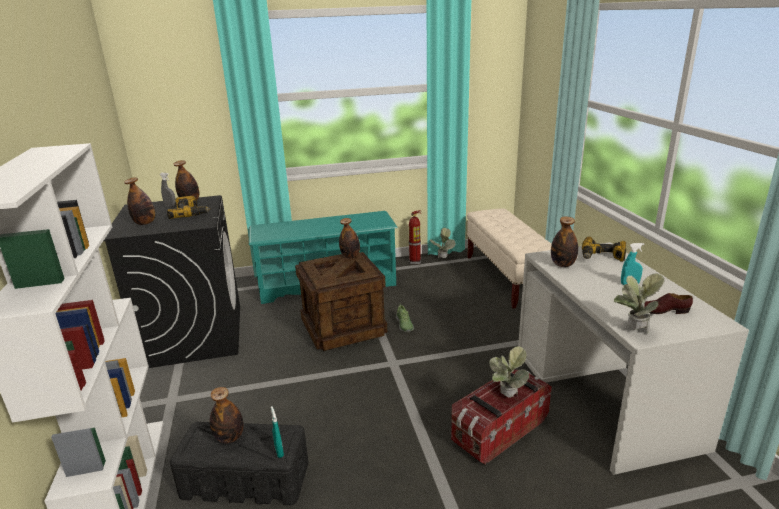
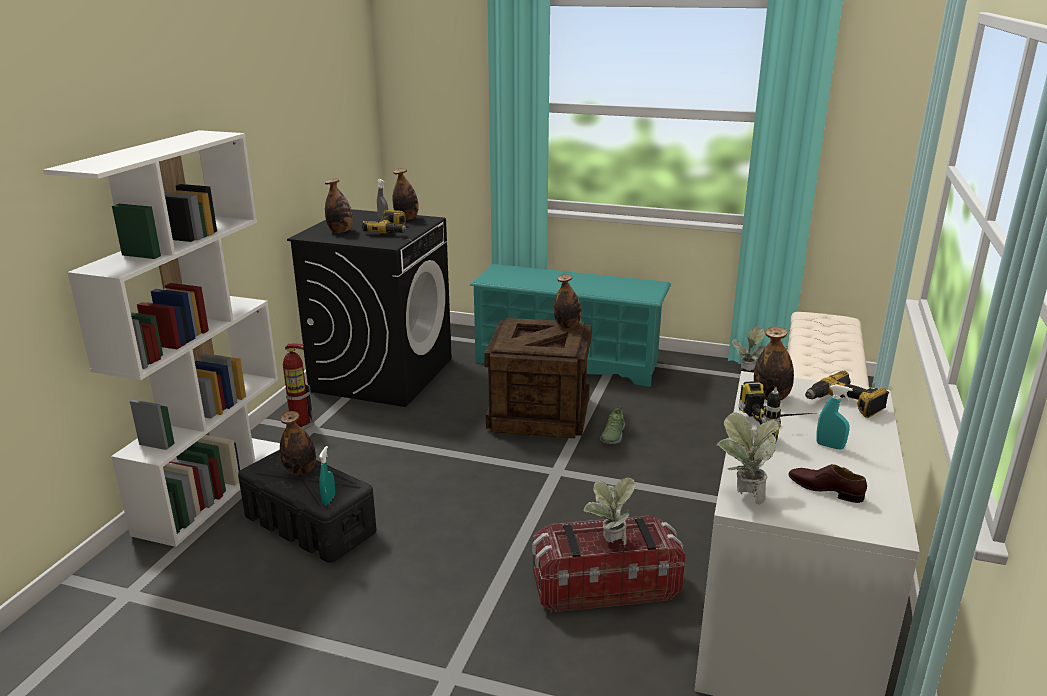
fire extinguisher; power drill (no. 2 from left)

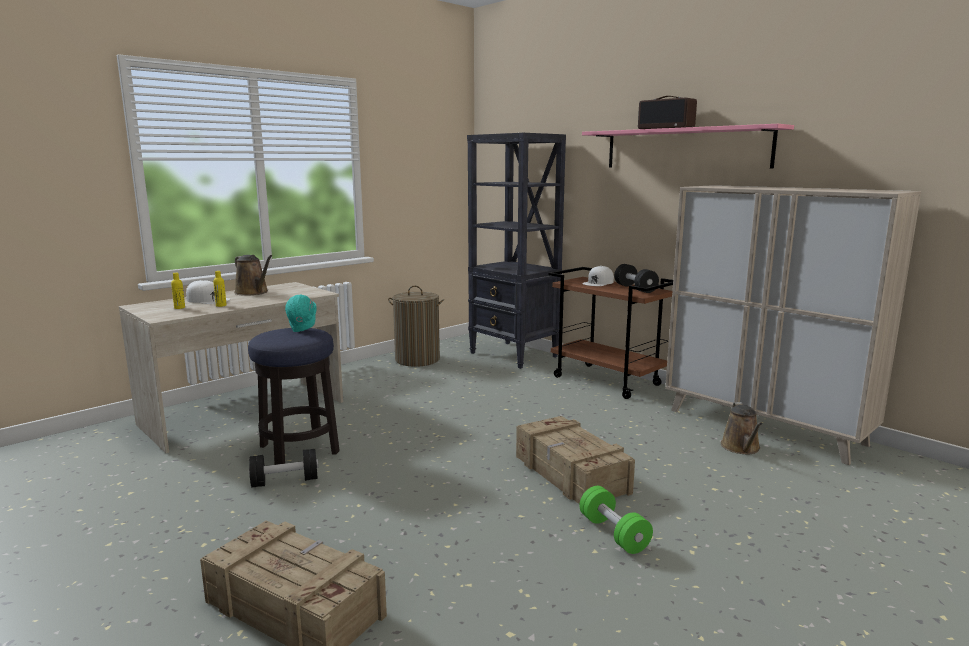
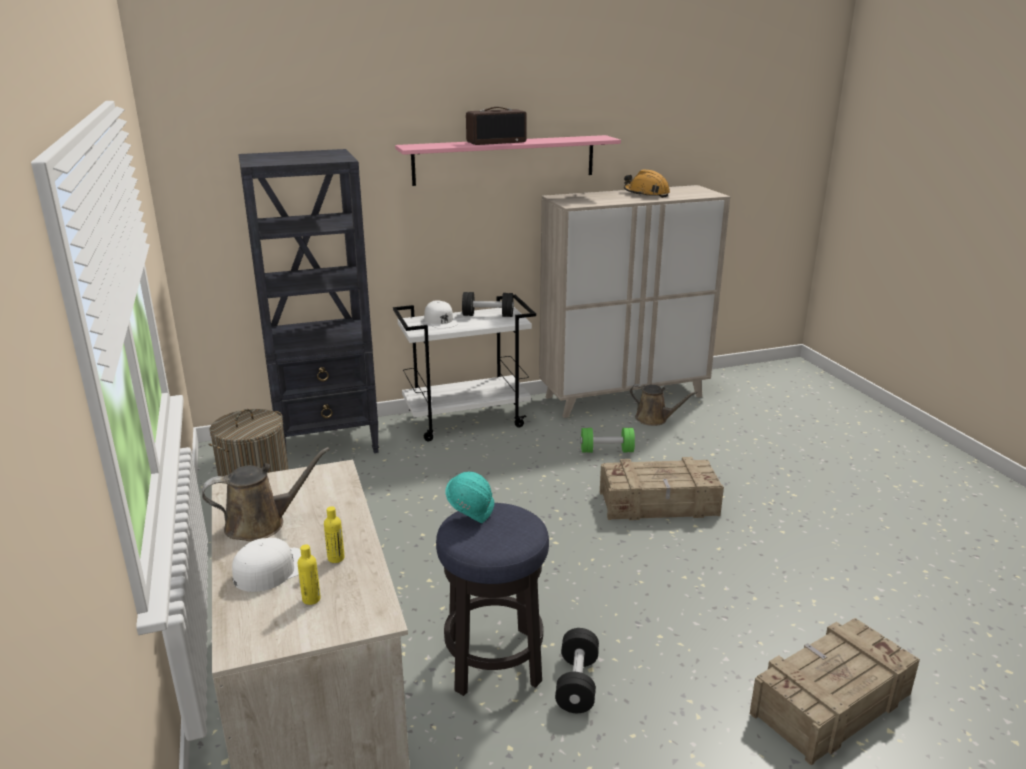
white cart; green dumbbell; orange hard hat

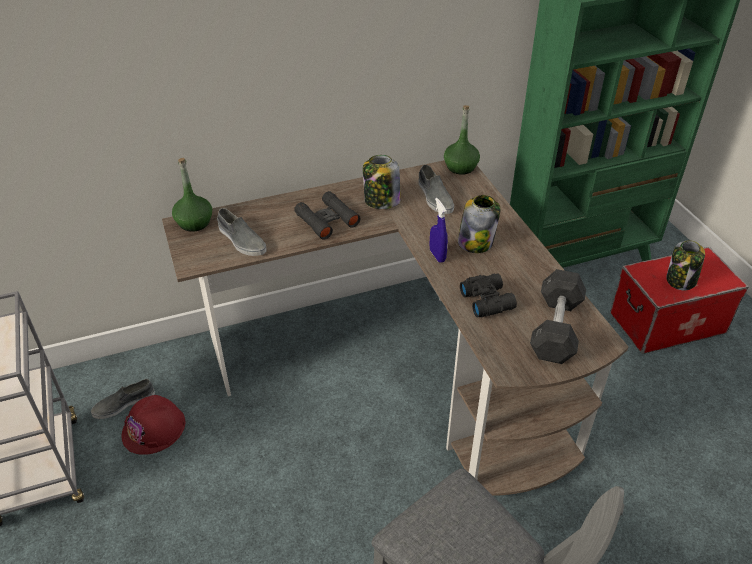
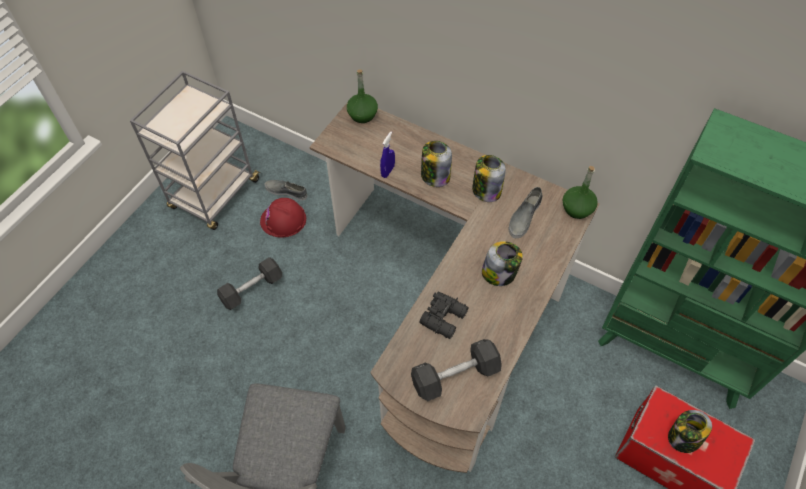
grey shoe (no. 2 from left in the first image); jar (no. 1 from left); blue spray bottle; grey dumbbell (no. 1 from left)

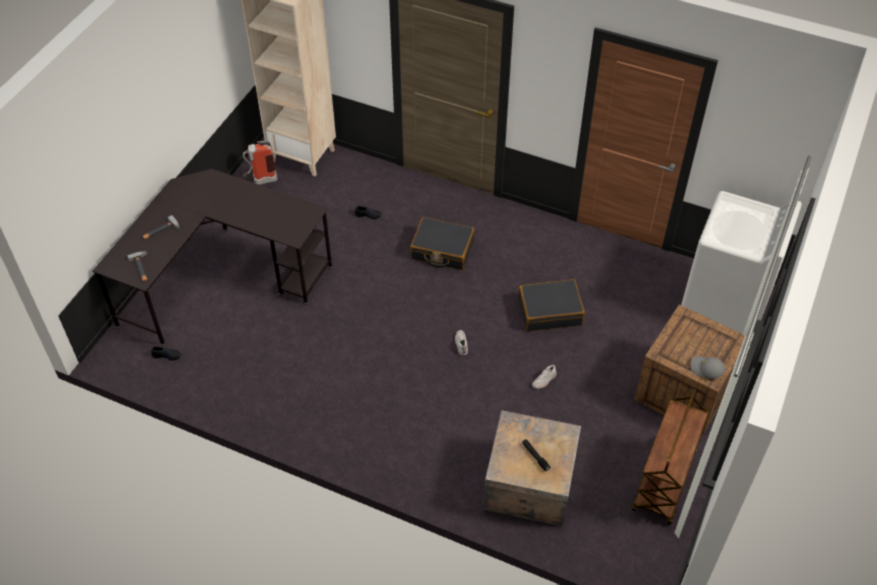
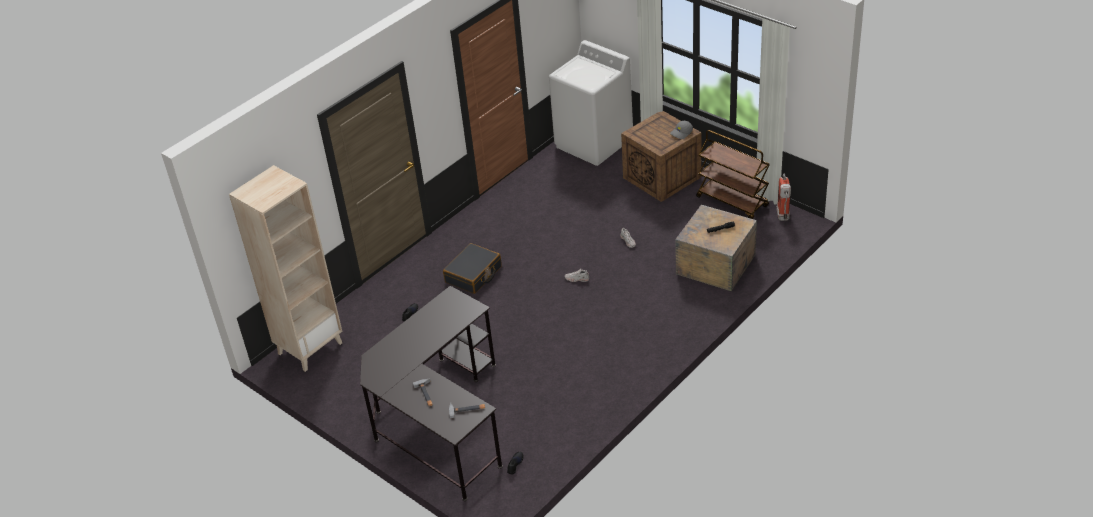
fire extinguisher; black suitcase (no. 2 from left in the first image)

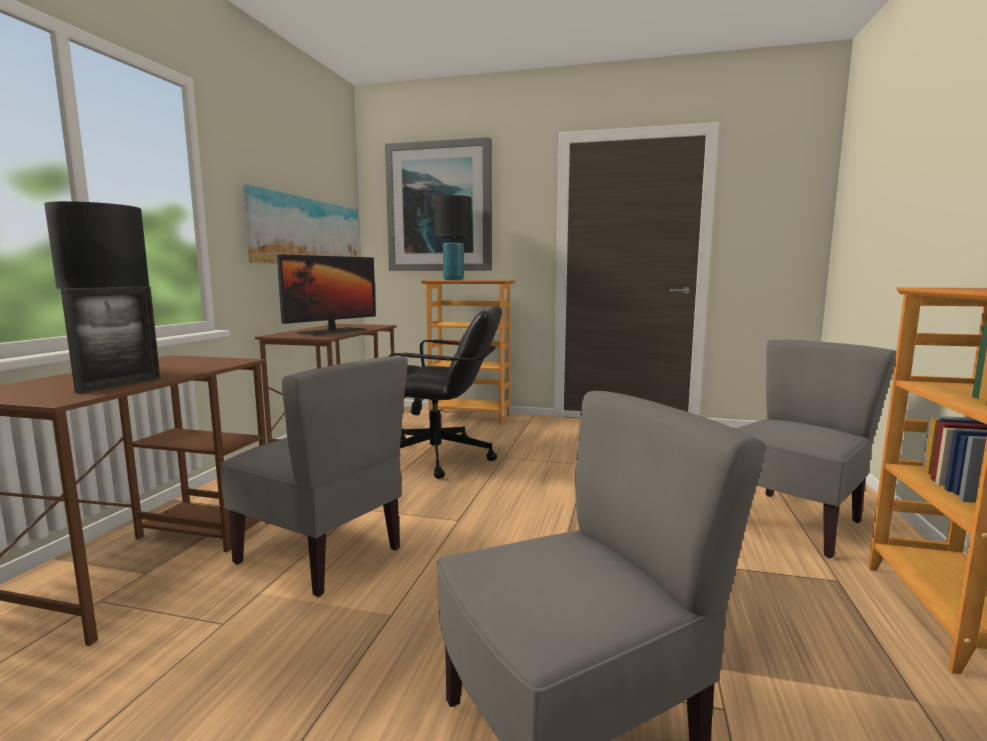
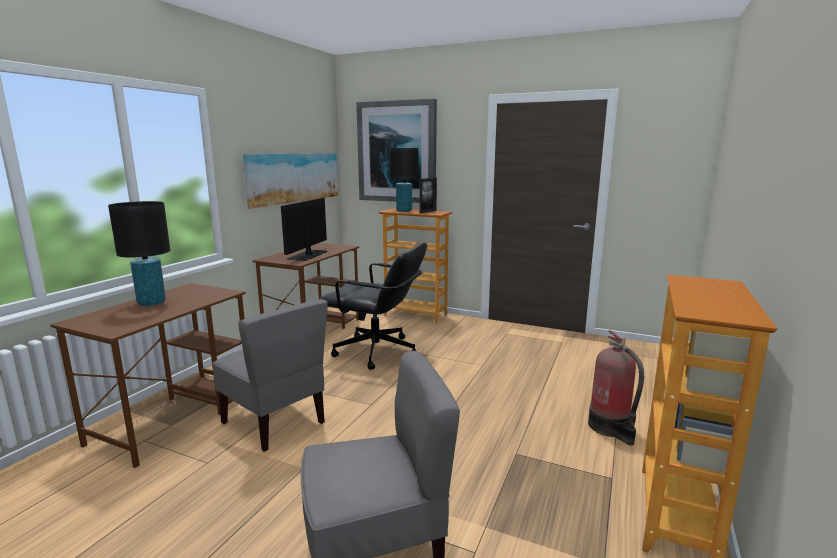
picture frame; monitor; fire extinguisher

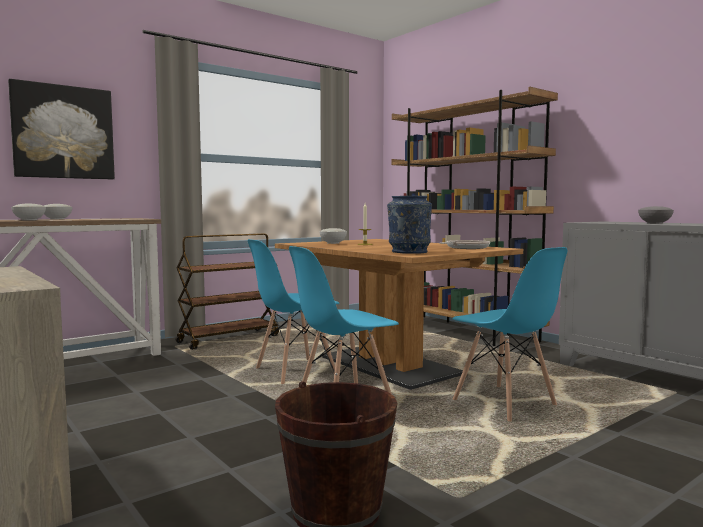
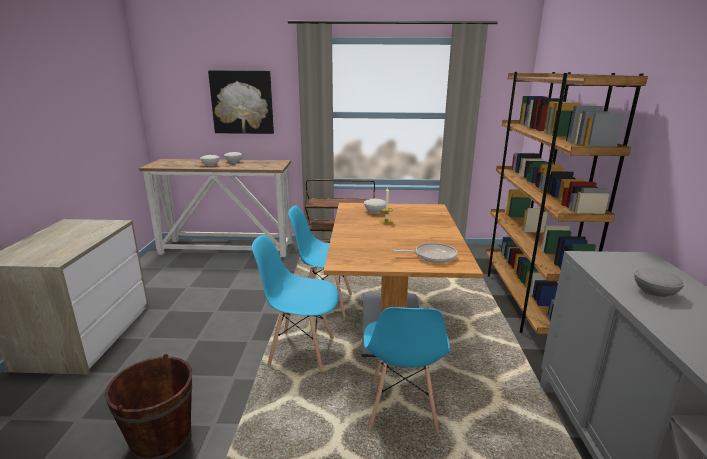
blue vase

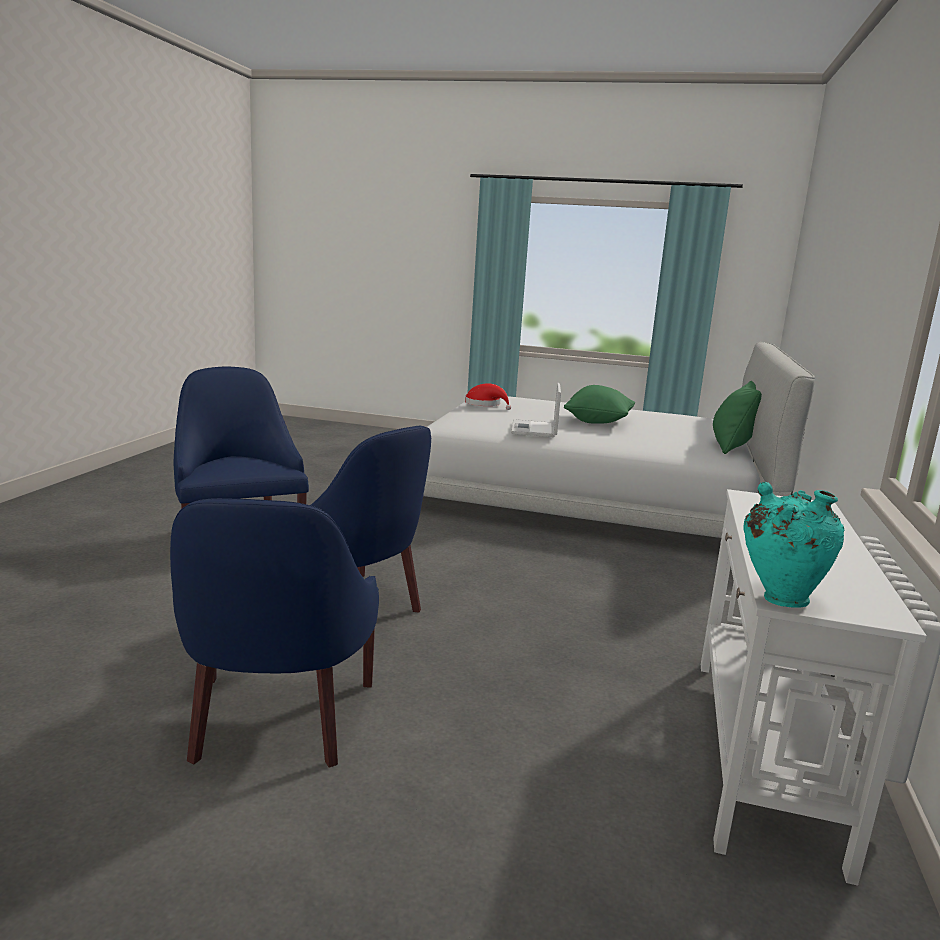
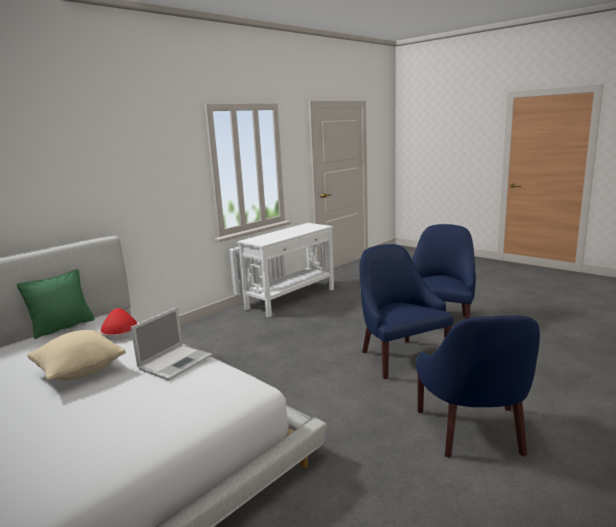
red hat; beige pillow; turquoise vase

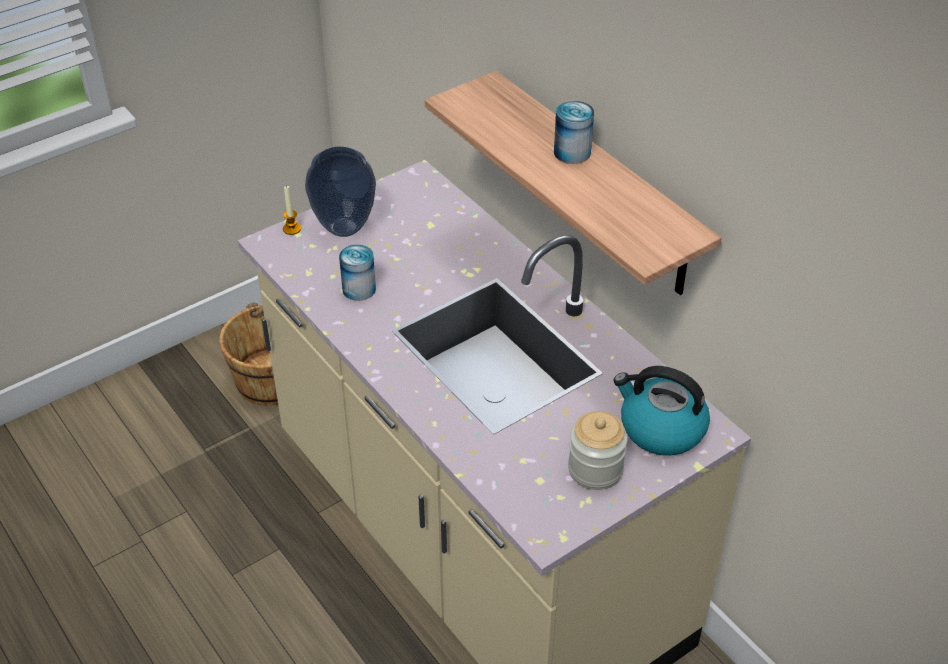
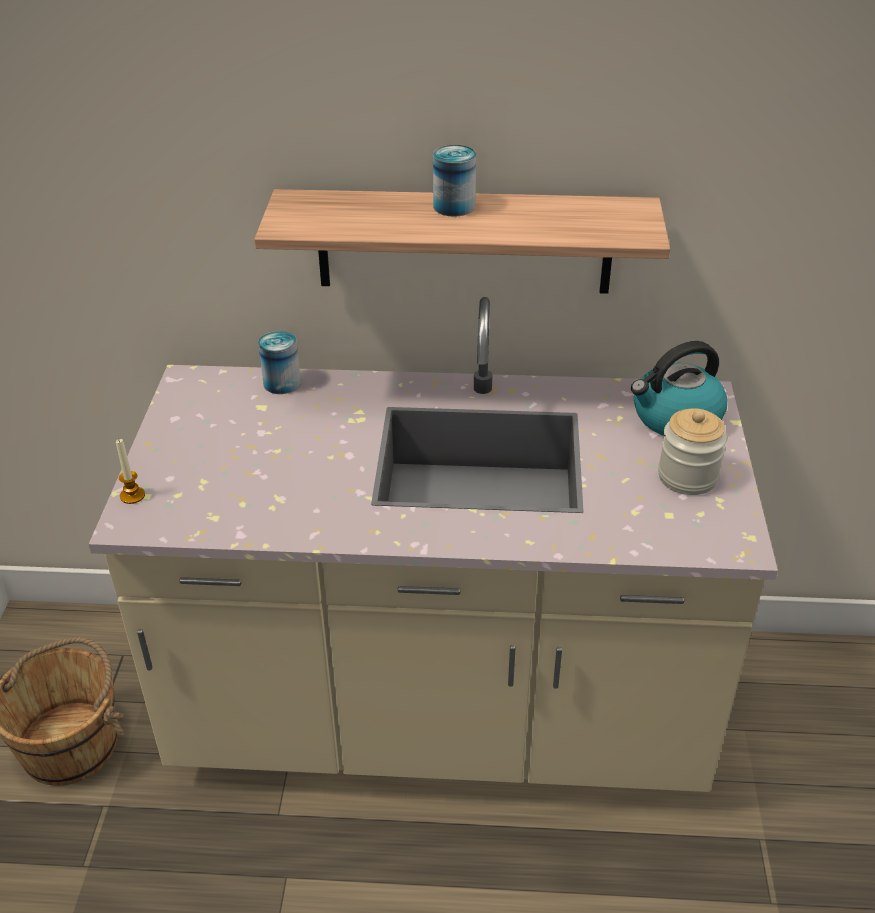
vase; can (no. 1 from left)

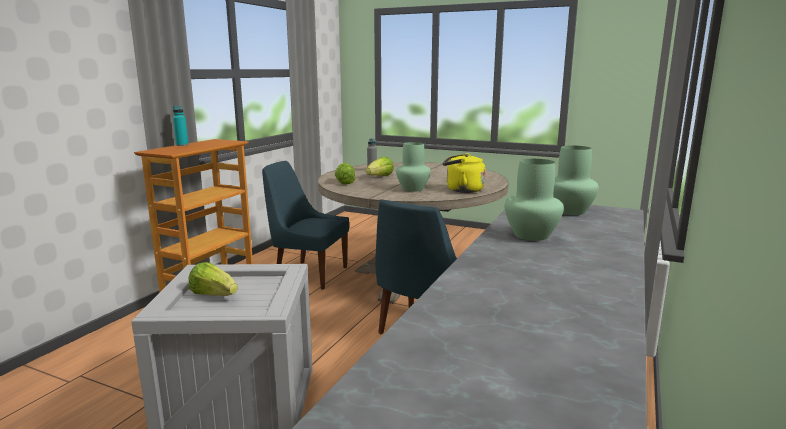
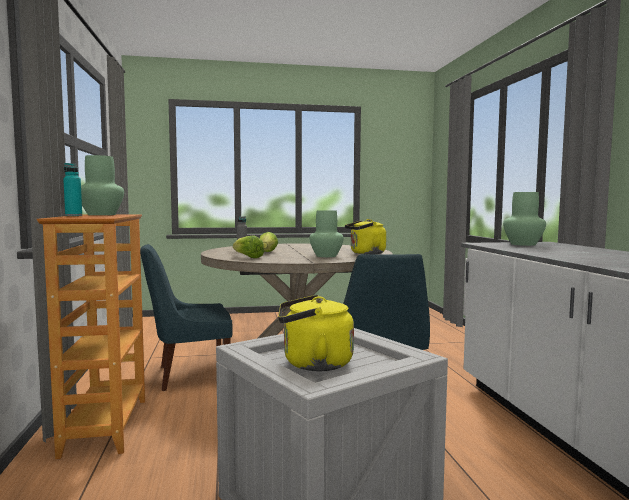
yellow kettle (no. 1 from left); green vase (no. 1 from left)

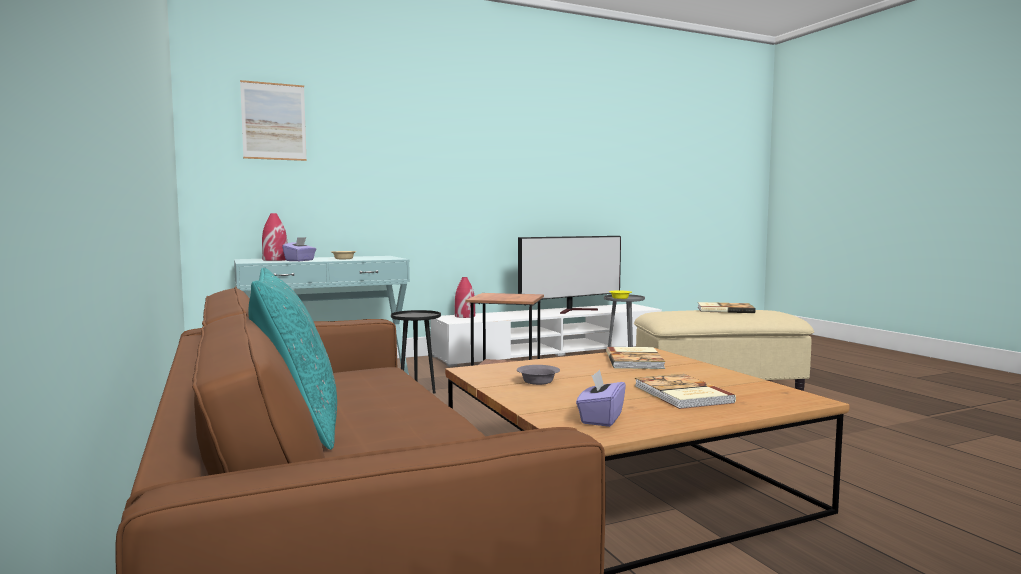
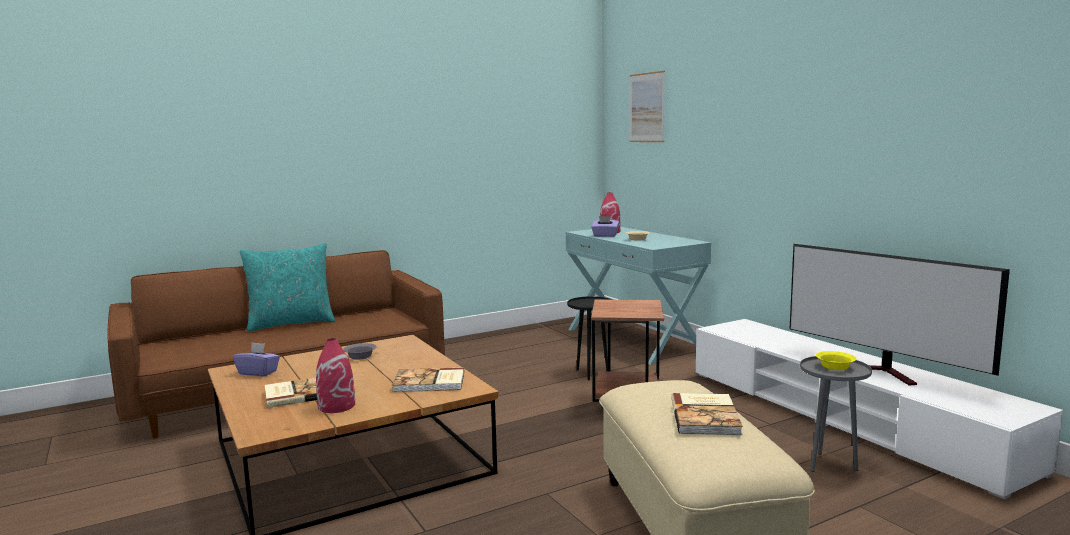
red vase (no. 1 from left)

